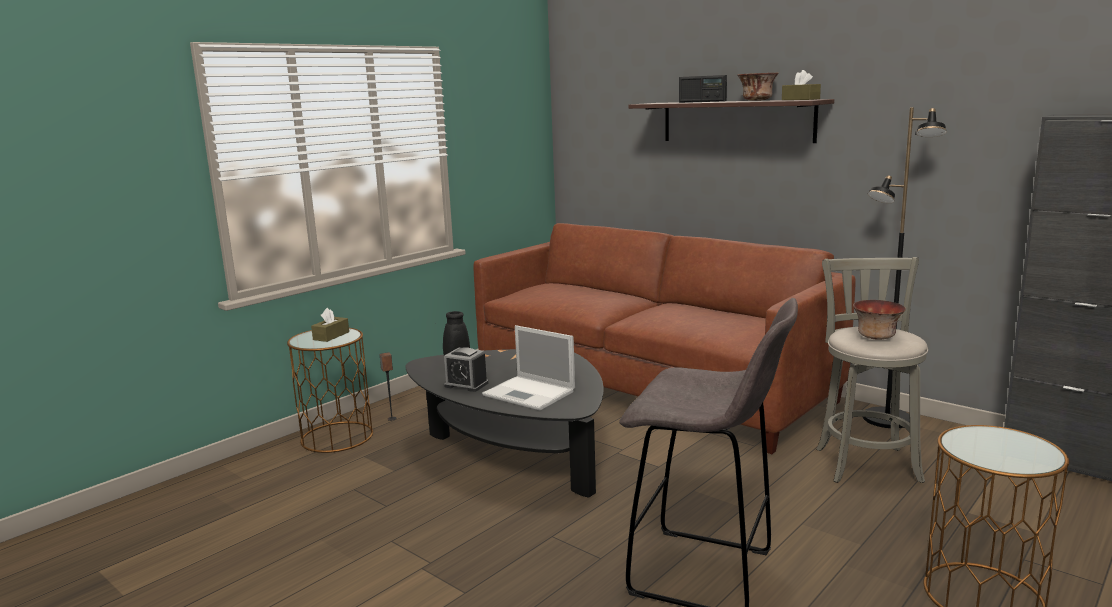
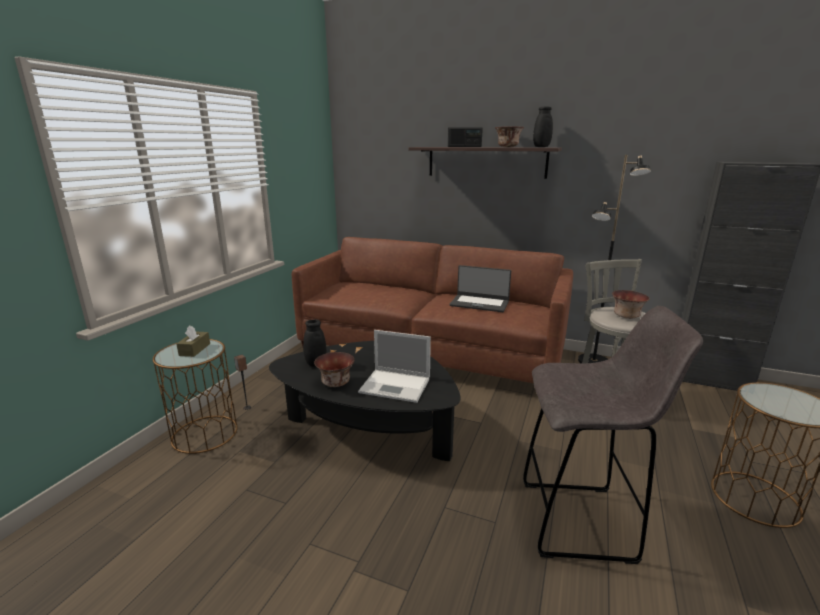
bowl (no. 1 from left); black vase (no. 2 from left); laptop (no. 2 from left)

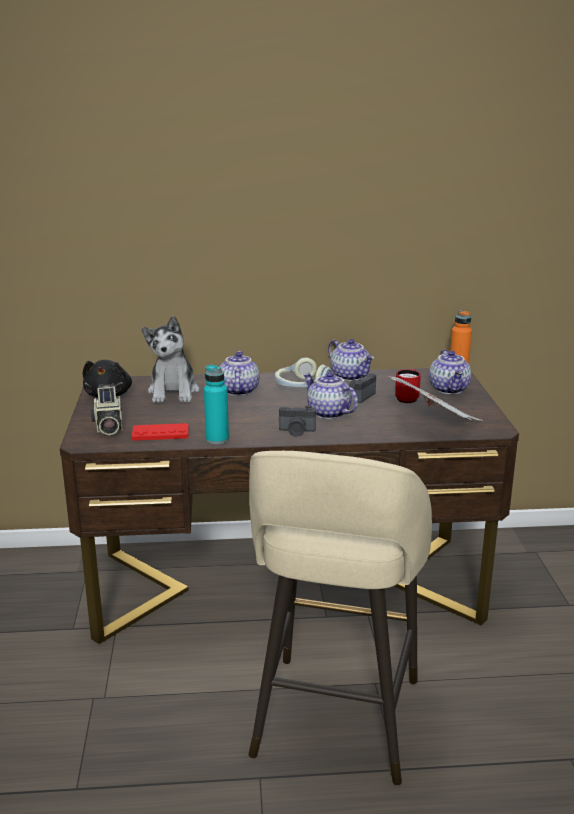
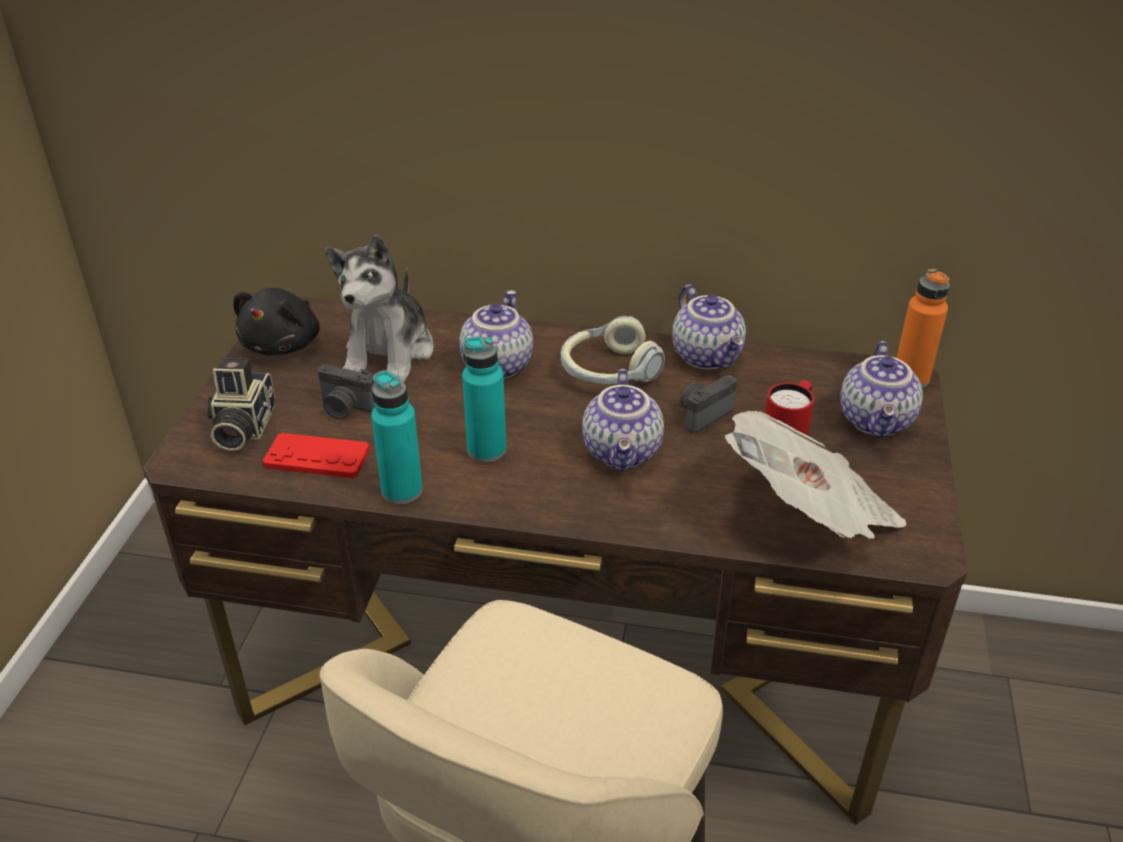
photo camera (no. 2 from left); teapot (no. 2 from left); turquoise bottle (no. 2 from left)

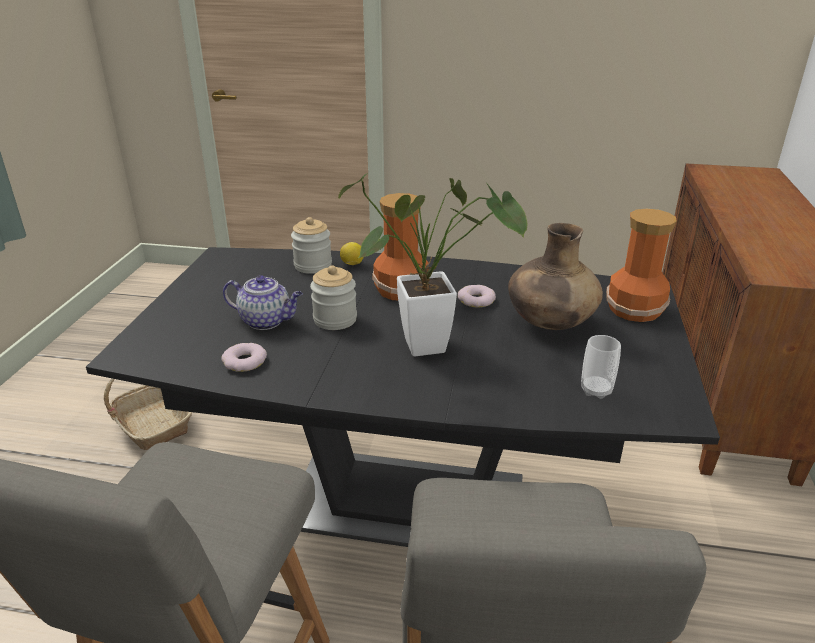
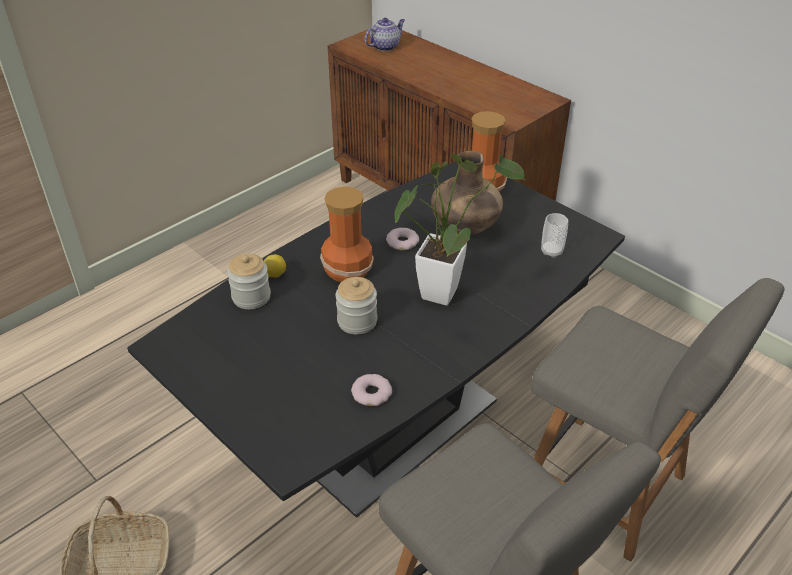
teapot

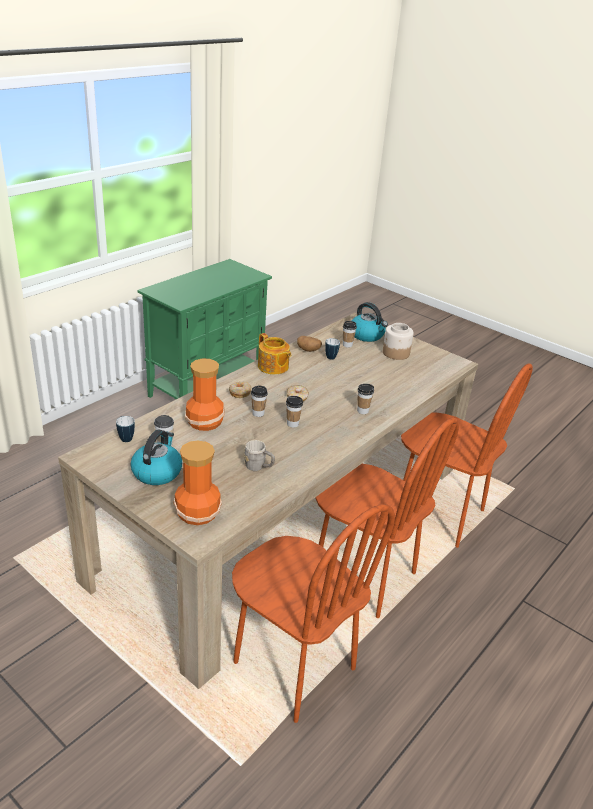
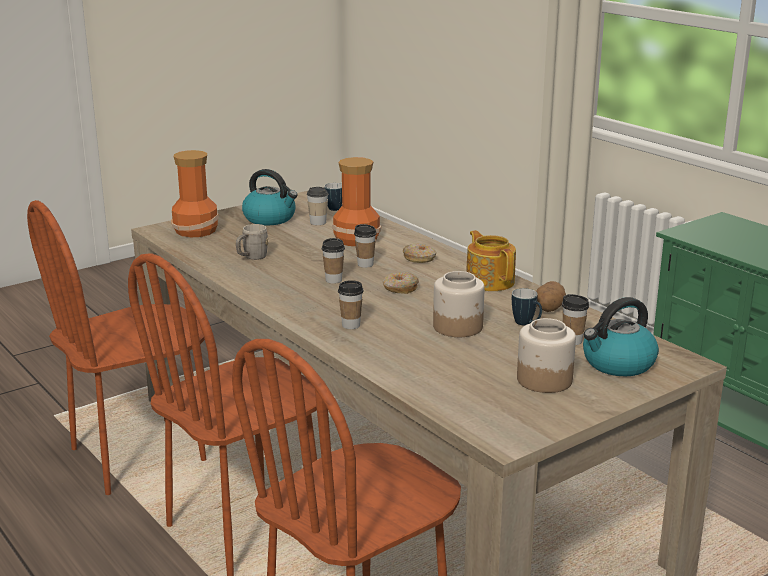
teapot; jar (no. 1 from left)

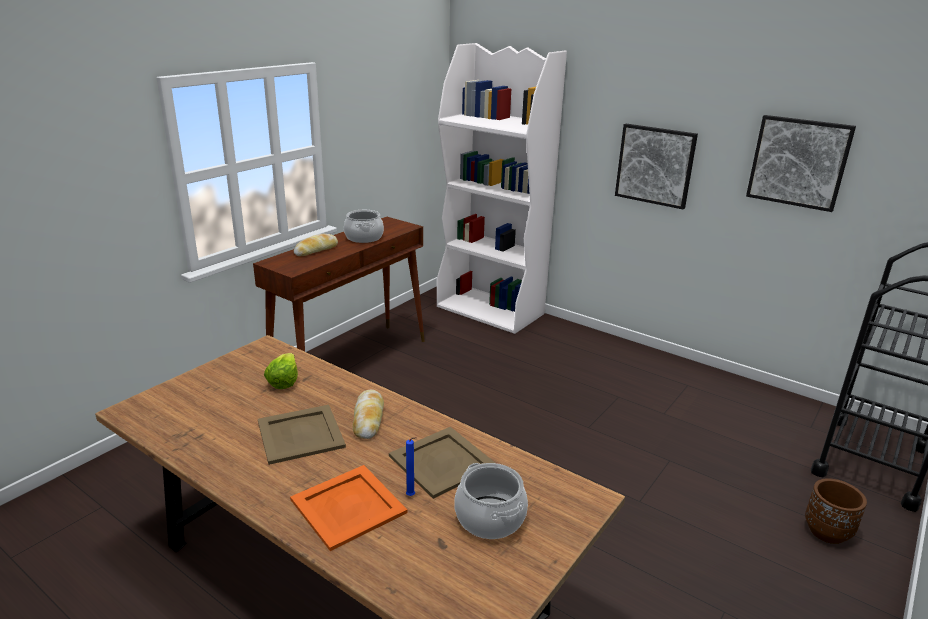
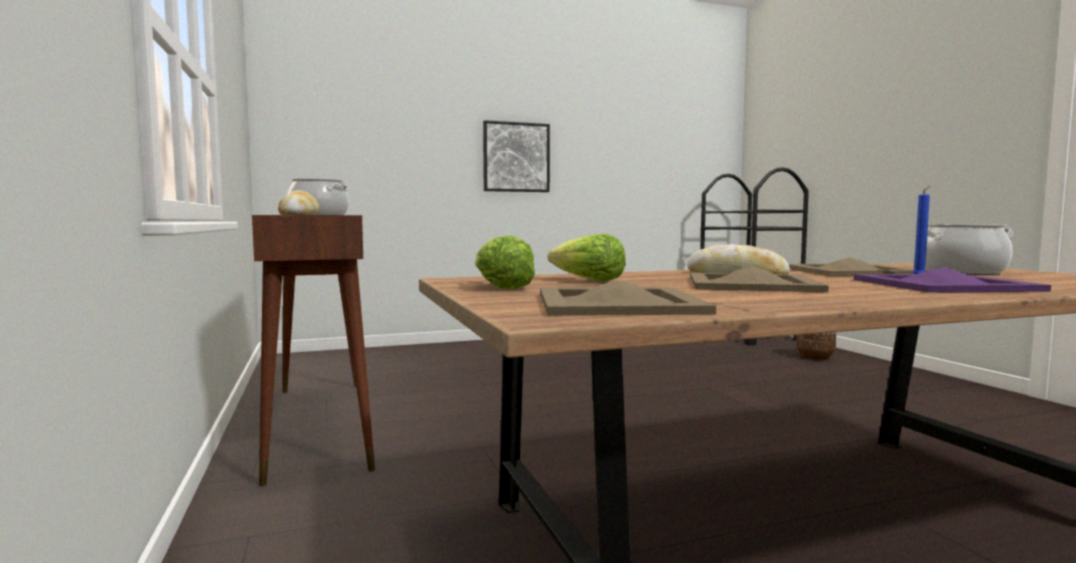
purple tray; white bookcase; picture (no. 2 from left in the first image); lettuce (no. 1 from left); beige tray (no. 1 from left)

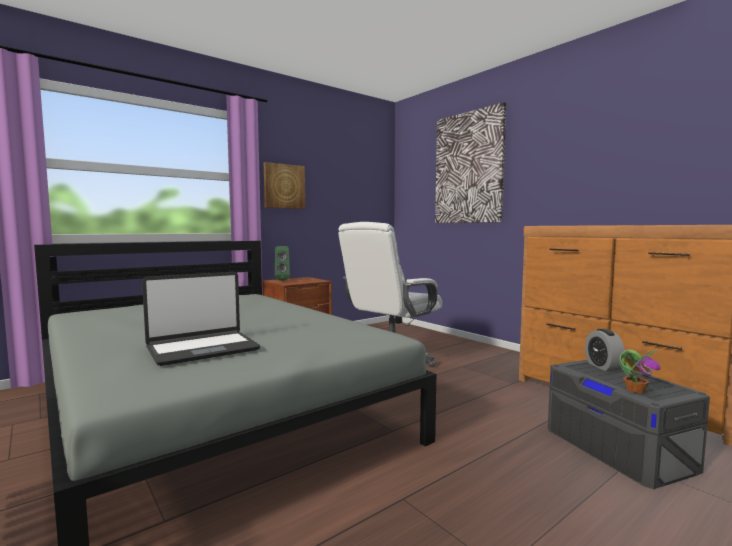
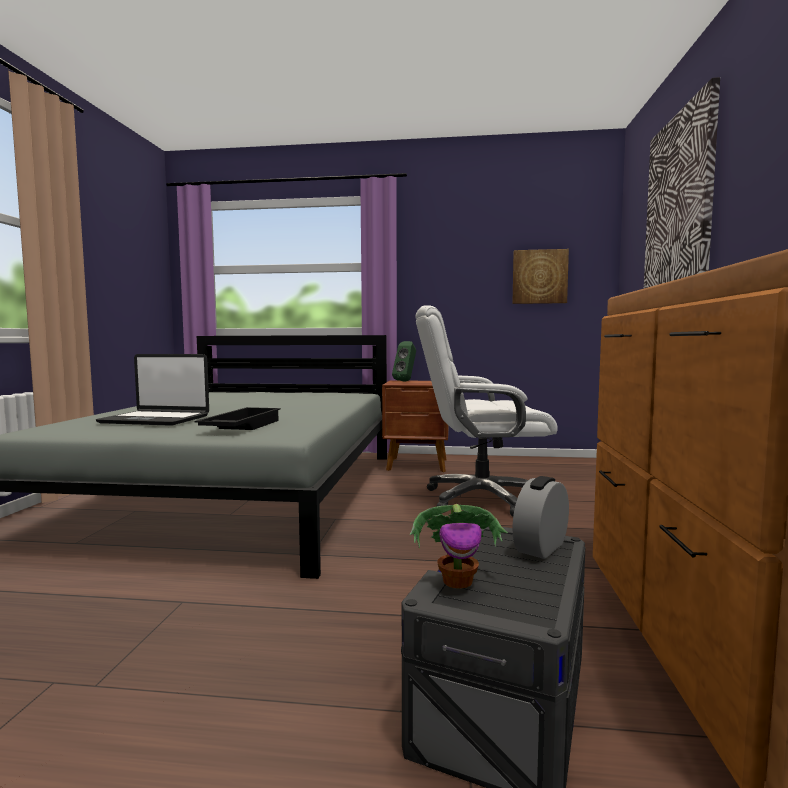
picture (no. 1 from left); black tray

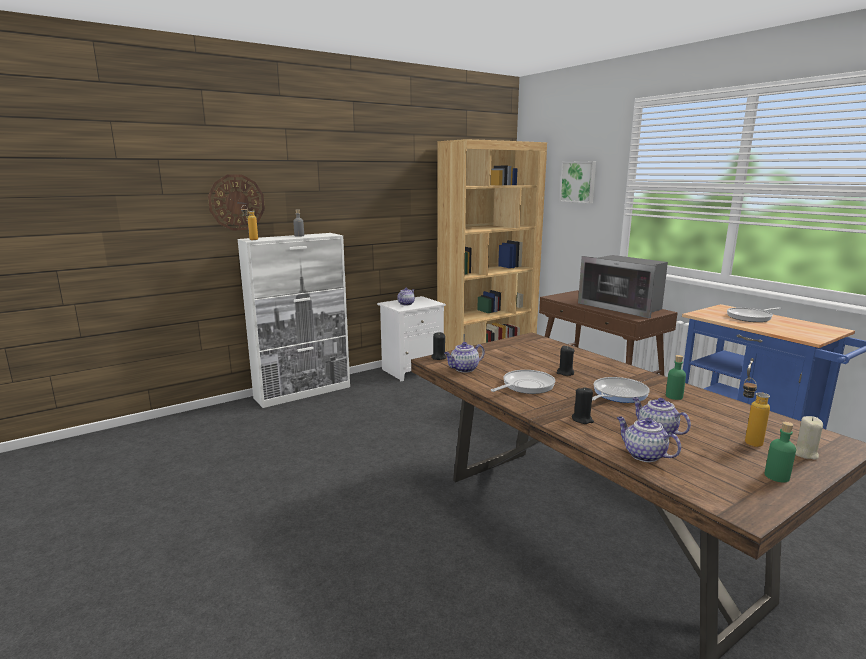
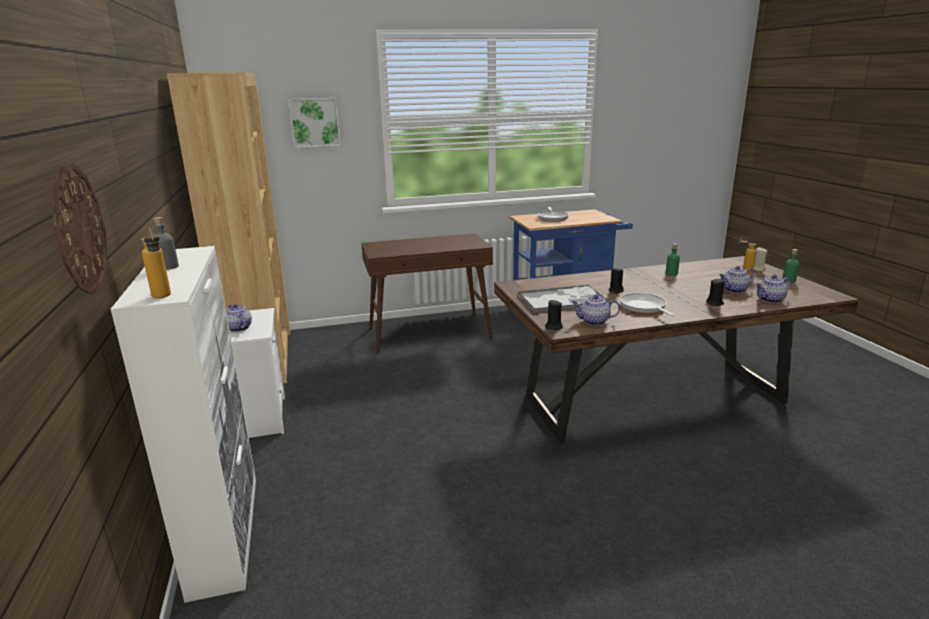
teapot (no. 2 from left); microwave; frying pan (no. 2 from left in the first image); tray

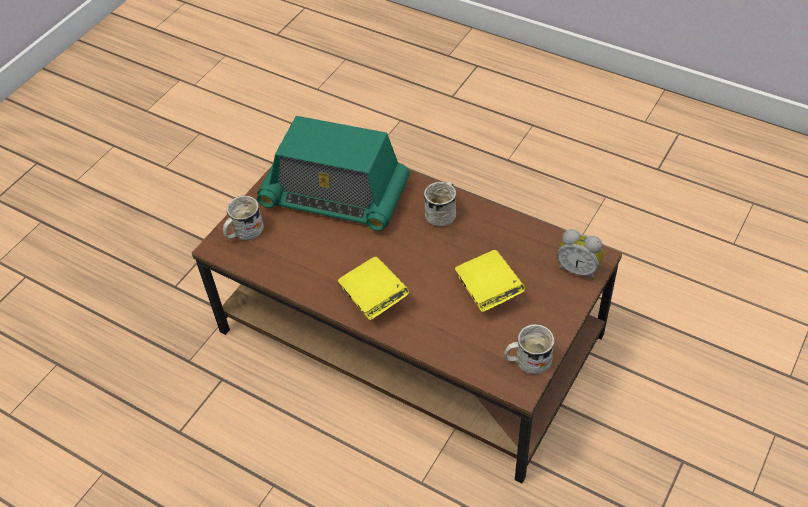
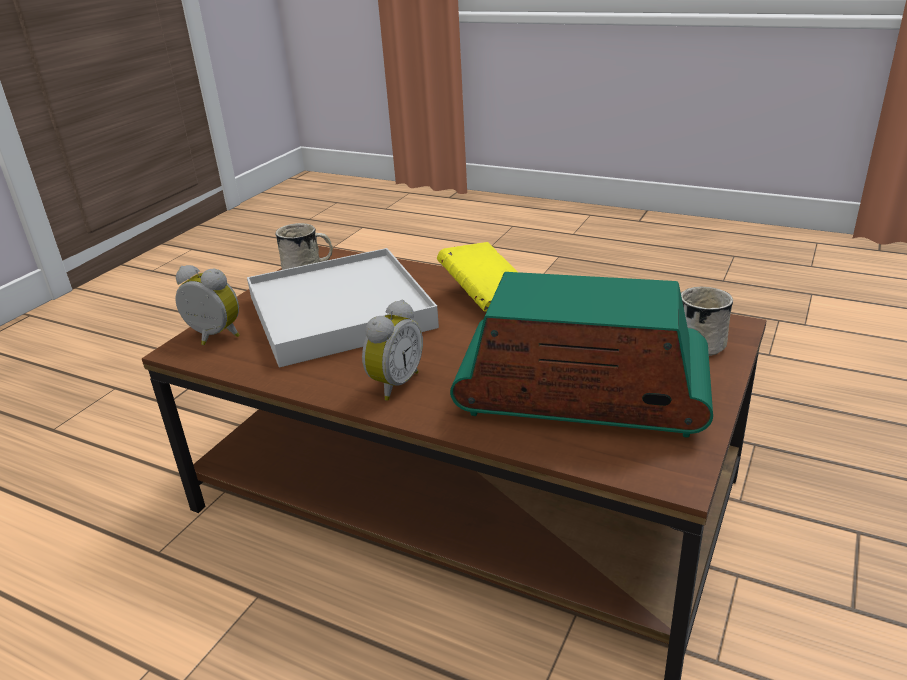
alarm clock (no. 2 from left); white tray

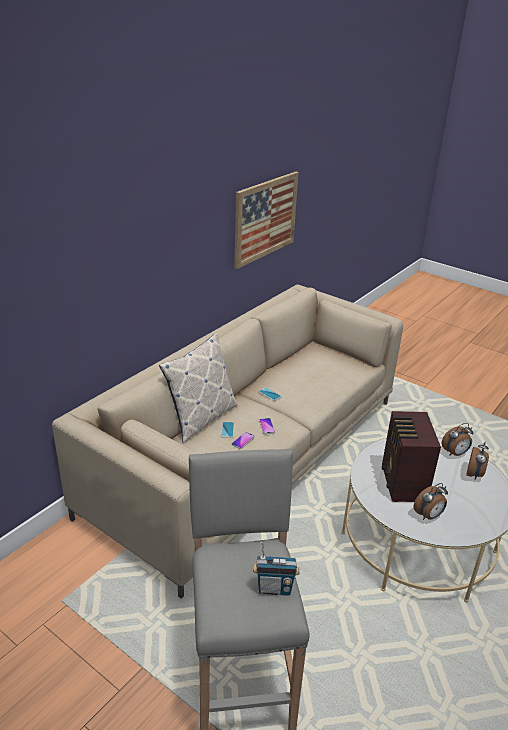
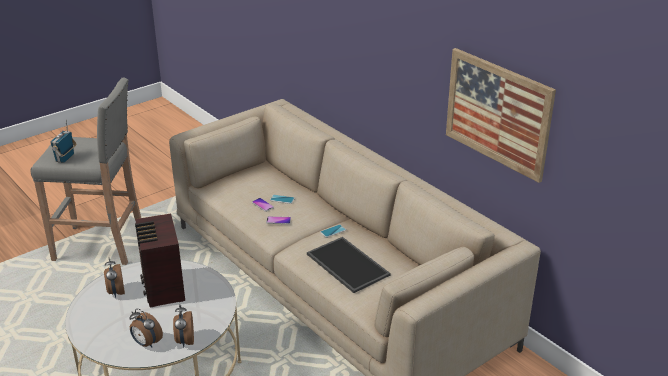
pillow; radio (no. 2 from left); tray

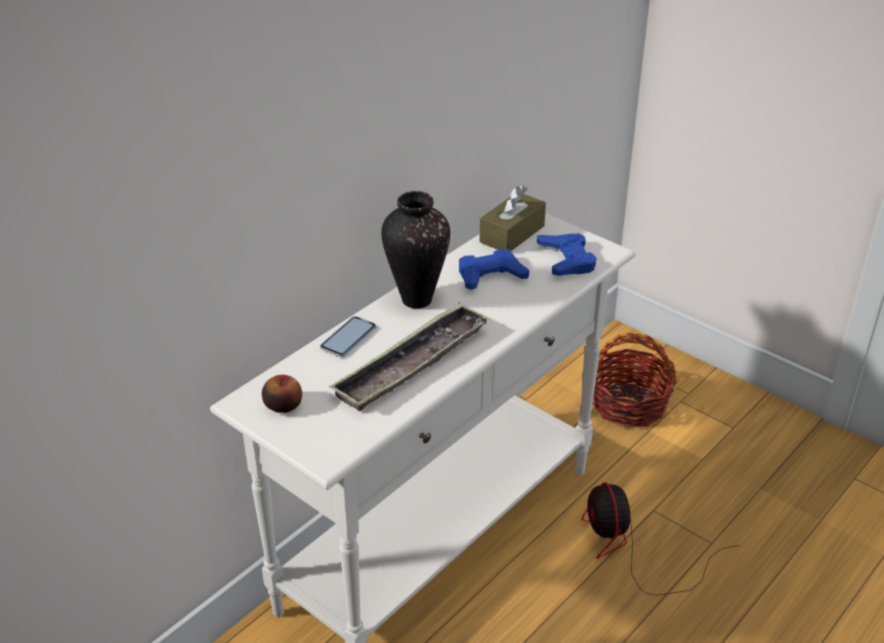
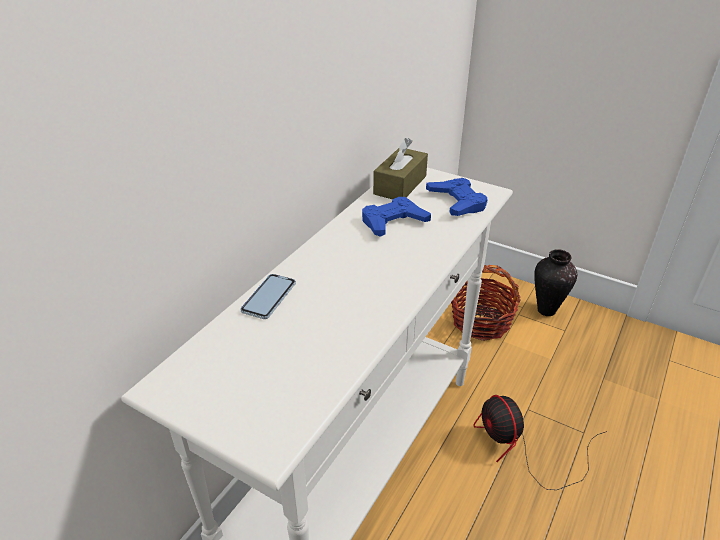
apple; tray; vase

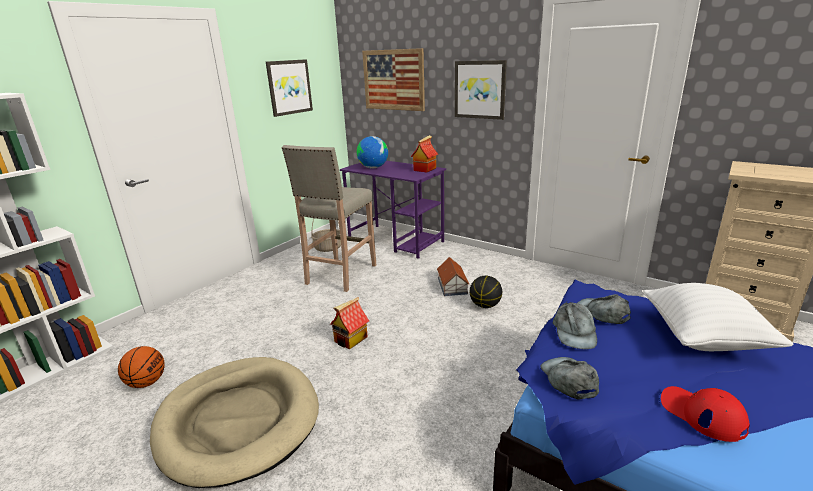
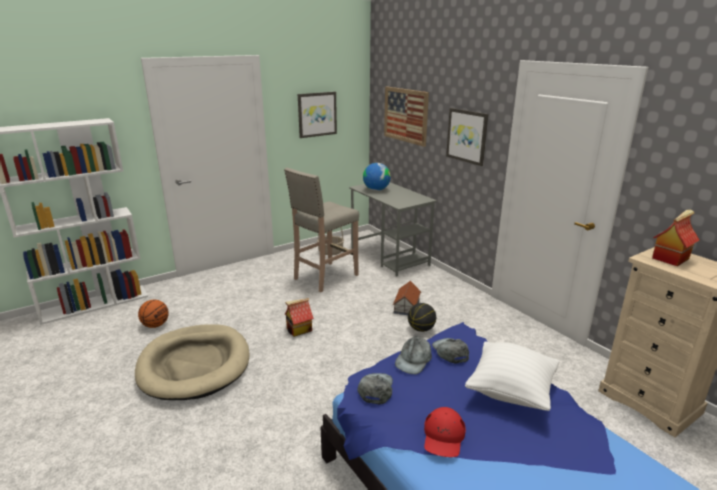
grey desk; toy house (no. 3 from left); red cap

